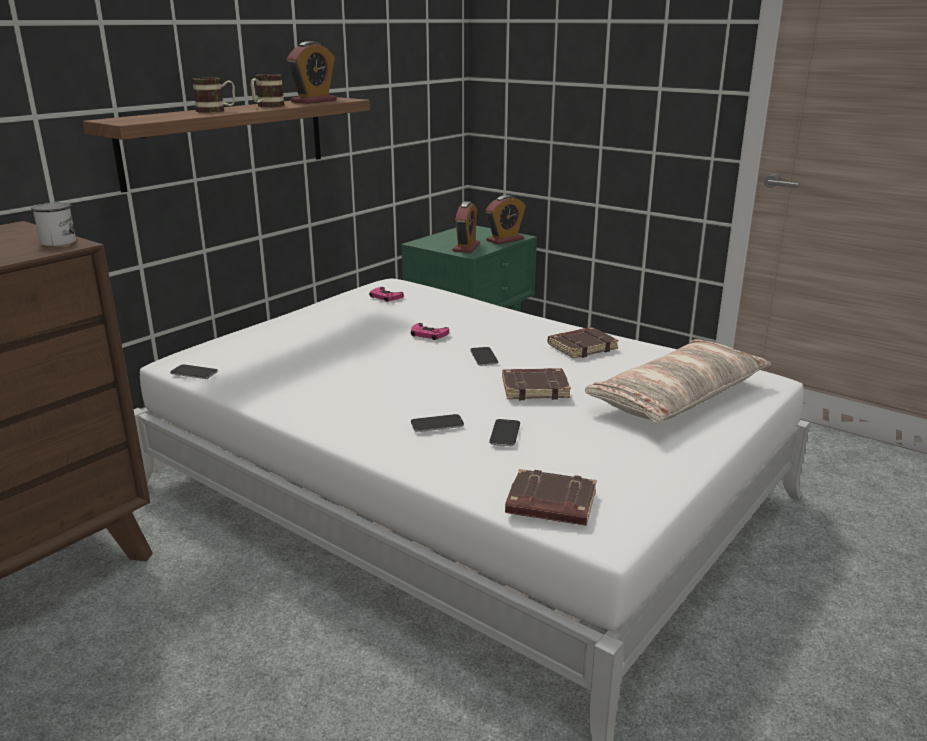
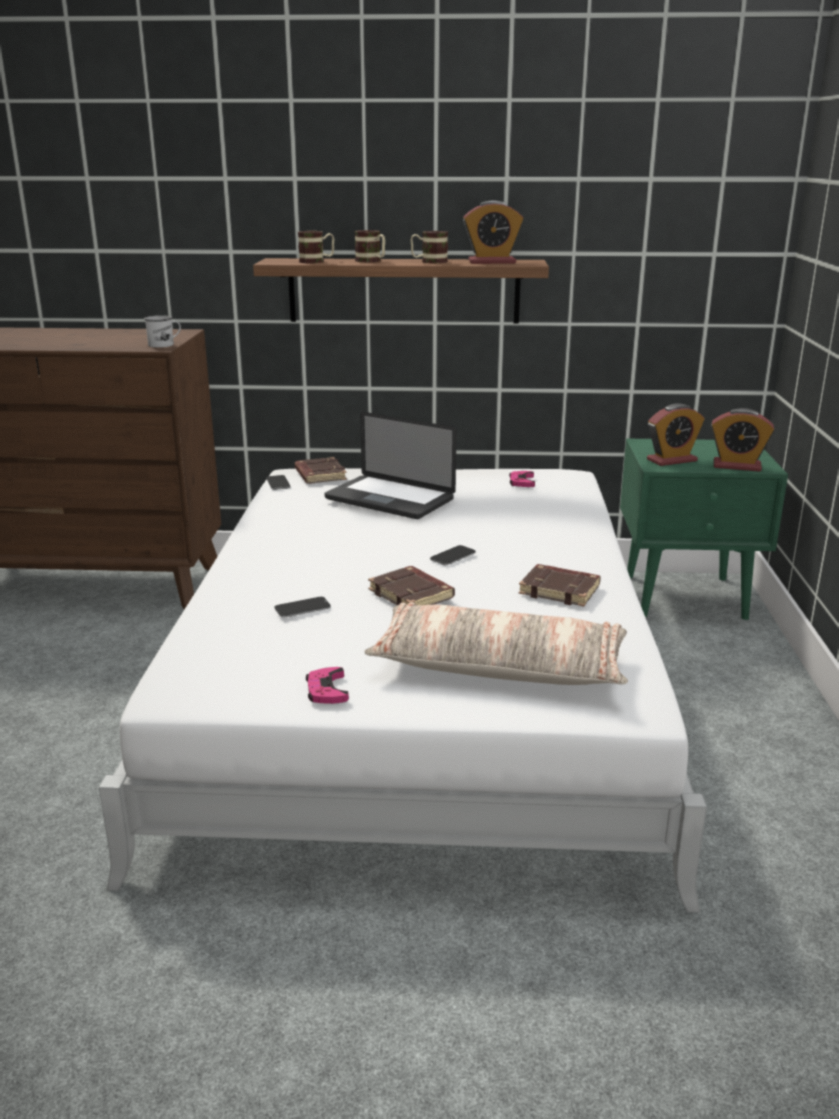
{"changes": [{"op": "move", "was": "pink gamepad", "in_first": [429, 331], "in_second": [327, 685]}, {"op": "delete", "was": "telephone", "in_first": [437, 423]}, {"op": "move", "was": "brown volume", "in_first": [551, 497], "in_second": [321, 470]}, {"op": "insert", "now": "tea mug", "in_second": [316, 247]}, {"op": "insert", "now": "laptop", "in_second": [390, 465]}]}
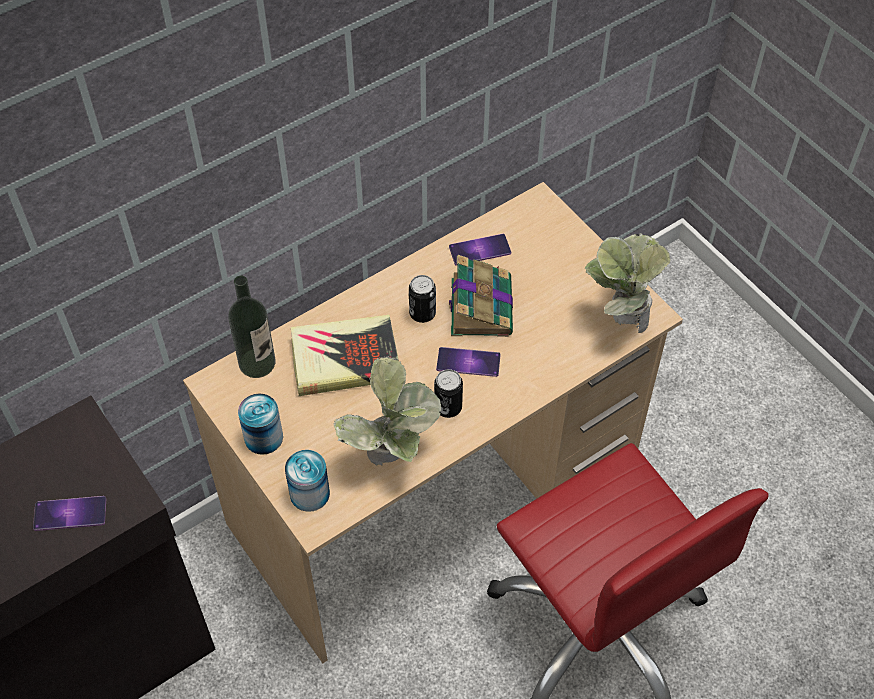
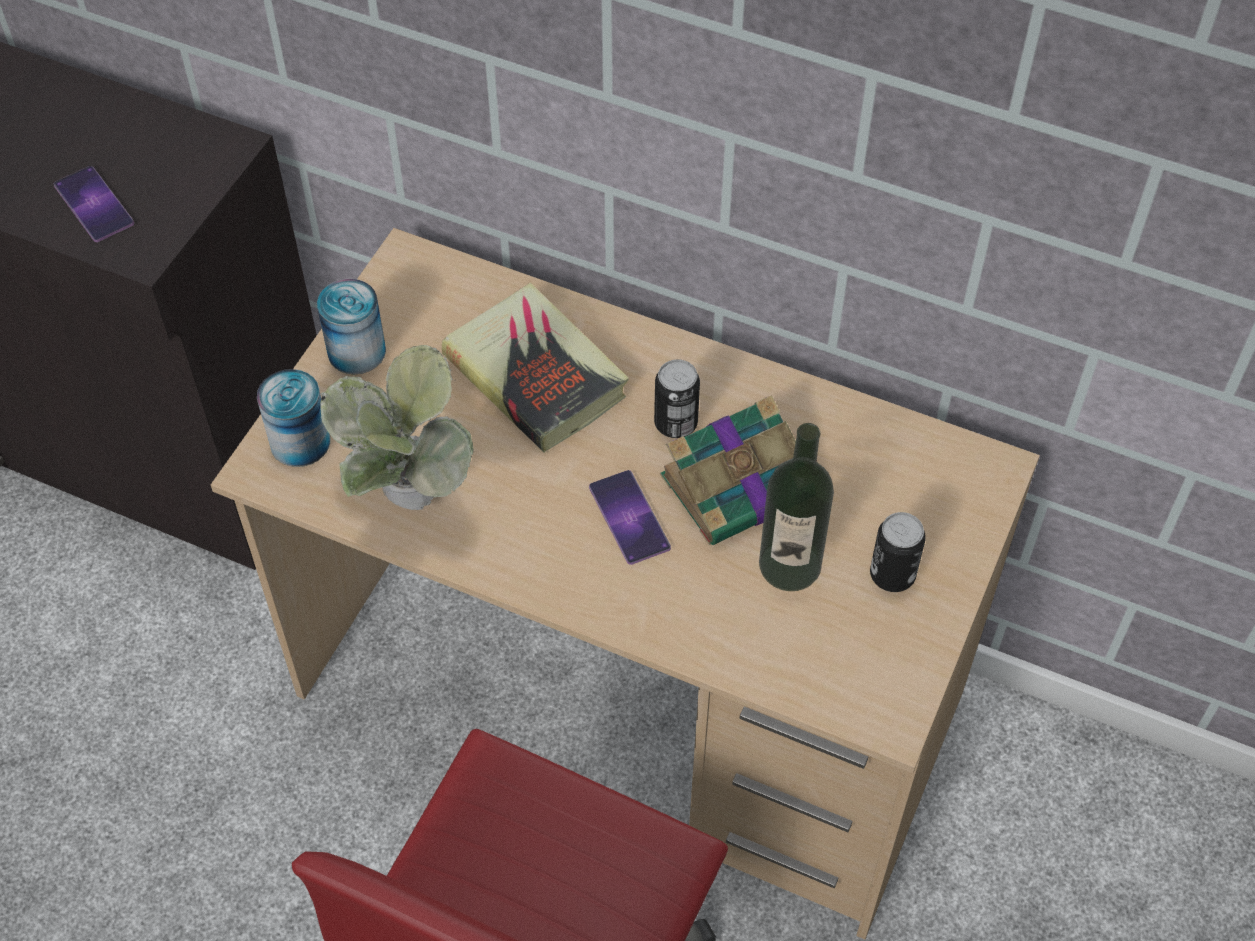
{"changes": [{"op": "delete", "was": "potted plant", "in_first": [628, 283]}, {"op": "delete", "was": "telephone", "in_first": [480, 249]}, {"op": "move", "was": "drink bottle", "in_first": [251, 327], "in_second": [796, 507]}, {"op": "move", "was": "metal can", "in_first": [448, 393], "in_second": [898, 552]}]}
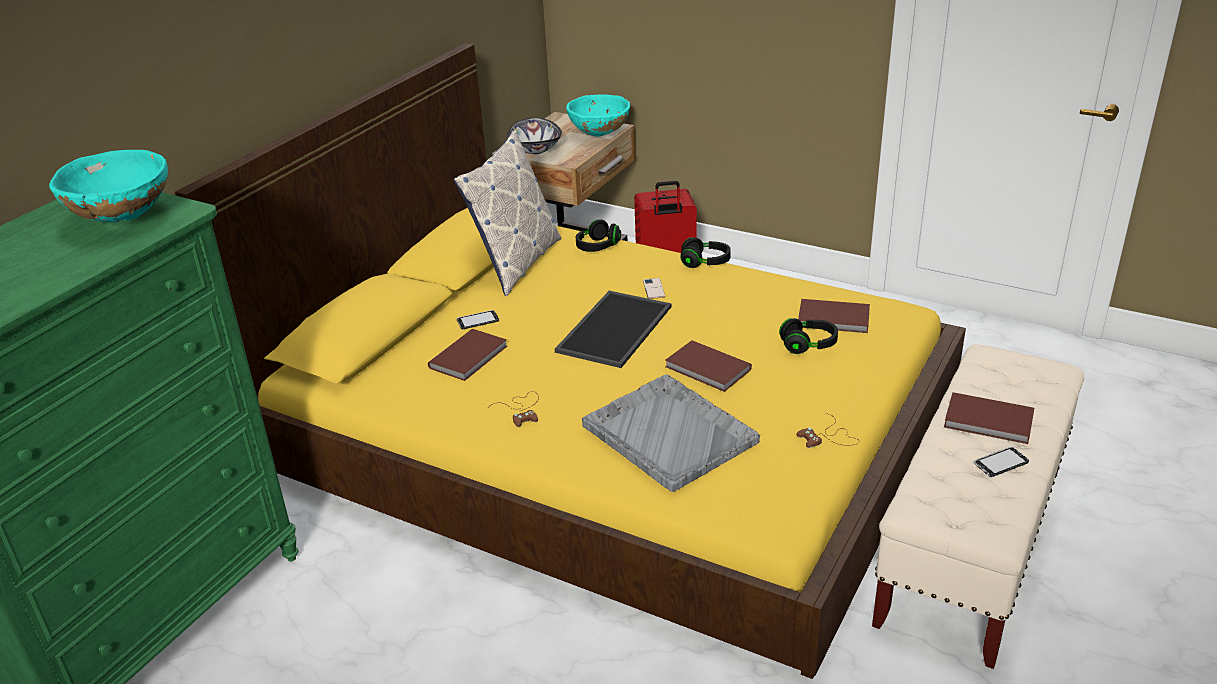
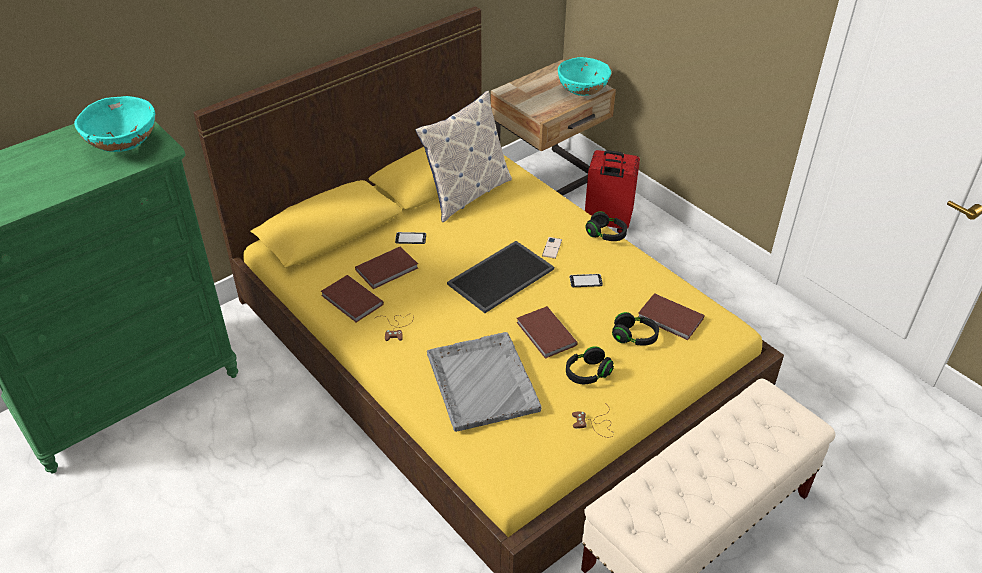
{"changes": [{"op": "delete", "was": "serving bowl", "in_first": [535, 135]}, {"op": "move", "was": "black-coloured headphones", "in_first": [598, 235], "in_second": [590, 365]}, {"op": "move", "was": "brown volume", "in_first": [989, 418], "in_second": [352, 298]}, {"op": "move", "was": "telephone", "in_first": [1001, 462], "in_second": [586, 280]}]}
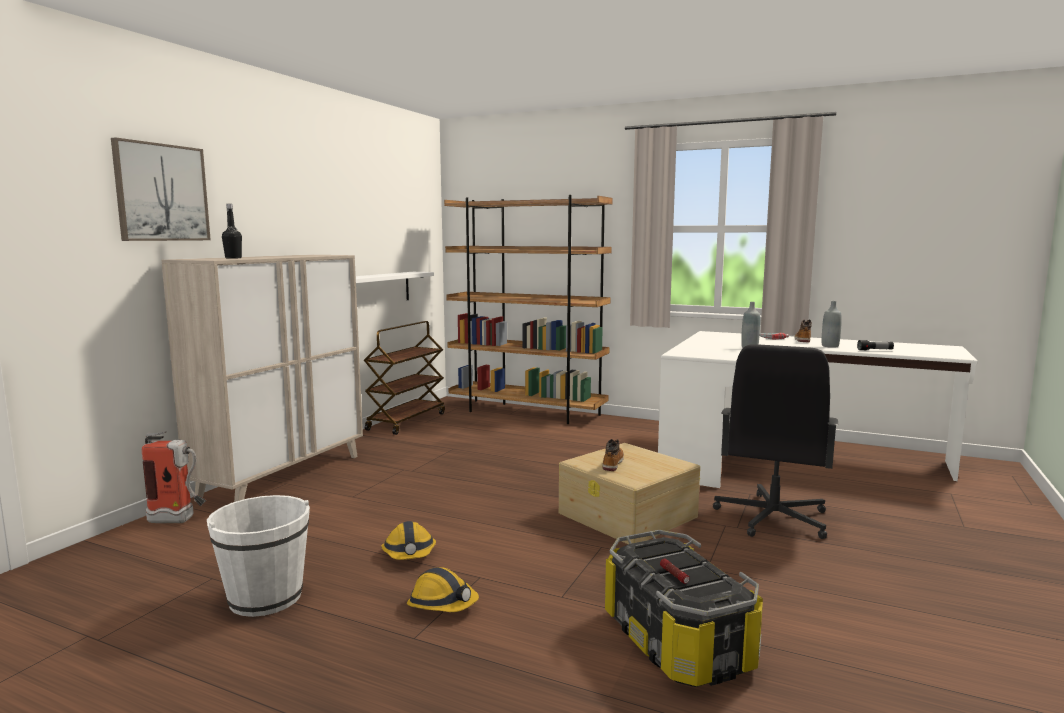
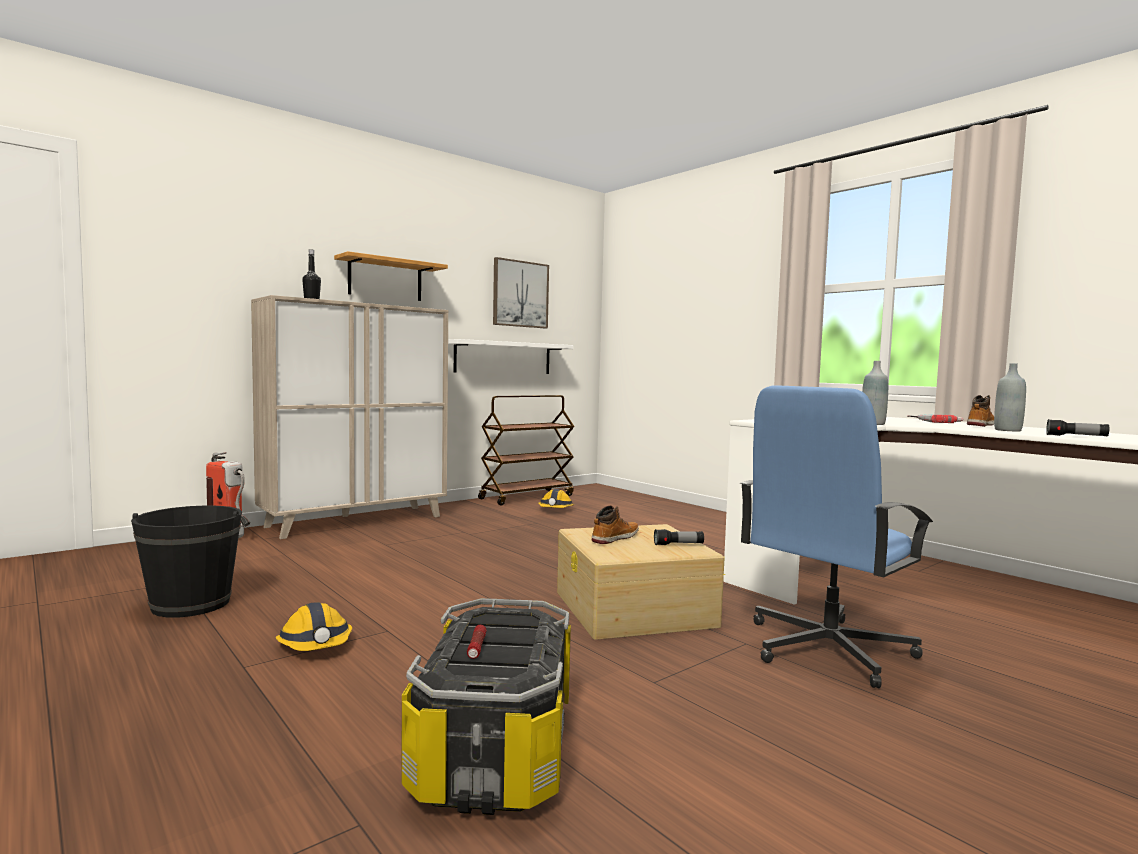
{"changes": [{"op": "move", "was": "picture", "in_first": [161, 189], "in_second": [521, 292]}, {"op": "delete", "was": "brown bookcase", "in_first": [528, 309]}, {"op": "recolor", "was": "black-coloured office chair", "now": "blue office chair", "in_first": [775, 441], "in_second": [836, 537]}, {"op": "recolor", "was": "whitish pail", "now": "black-coloured pail", "in_first": [258, 556], "in_second": [186, 561]}, {"op": "move", "was": "hard hat", "in_first": [408, 540], "in_second": [556, 498]}, {"op": "insert", "now": "bracket shelf", "in_second": [391, 276]}, {"op": "insert", "now": "hand torch", "in_second": [679, 537]}]}
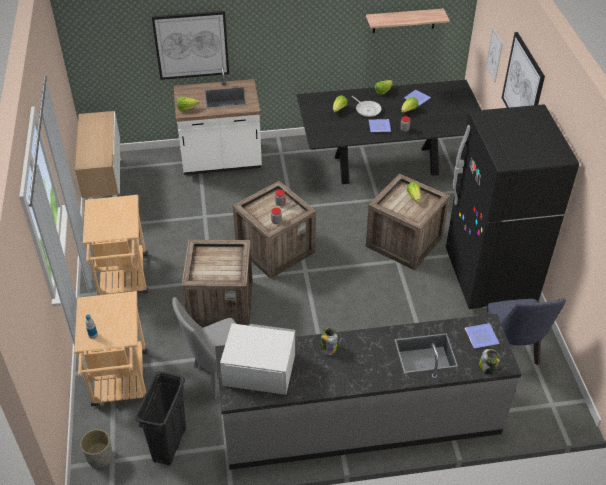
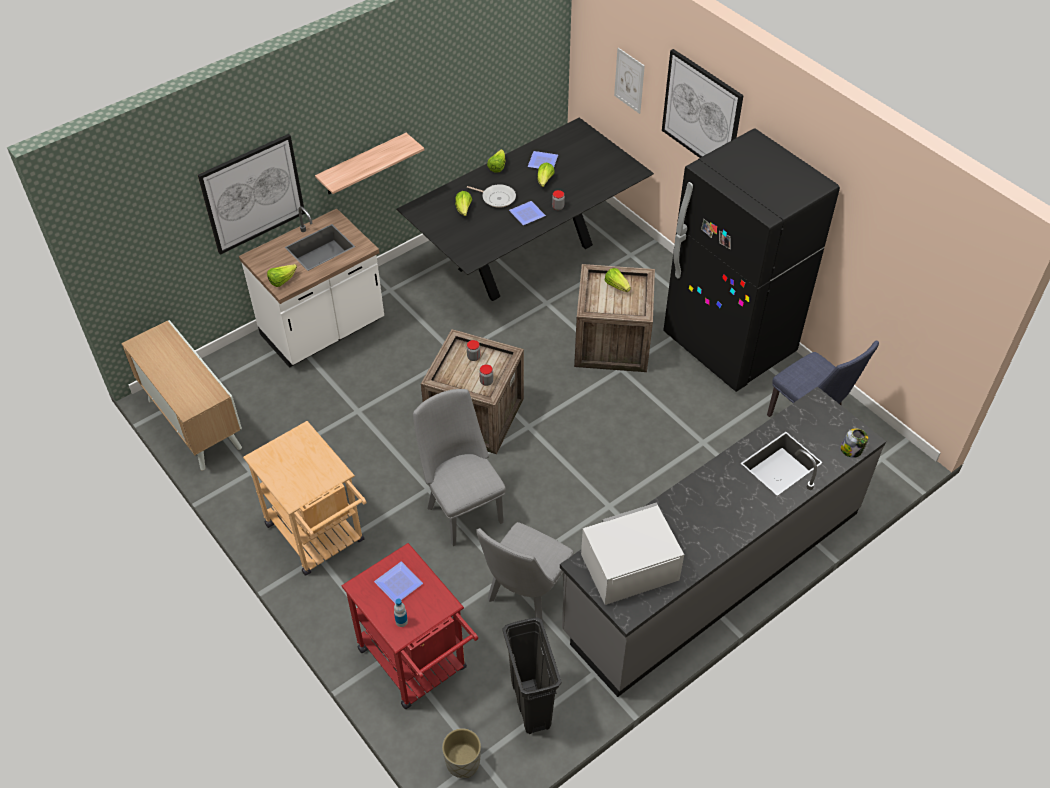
{"changes": [{"op": "move", "was": "bracket shelf", "in_first": [408, 21], "in_second": [369, 163]}, {"op": "replace", "was": "crate", "now": "greyish plain chair", "in_first": [217, 283], "in_second": [459, 467]}, {"op": "recolor", "was": "sand-coloured cart", "now": "reddish cart", "in_first": [110, 348], "in_second": [409, 626]}, {"op": "move", "was": "dinner plate", "in_first": [482, 335], "in_second": [398, 582]}, {"op": "delete", "was": "storage jar", "in_first": [329, 341]}]}
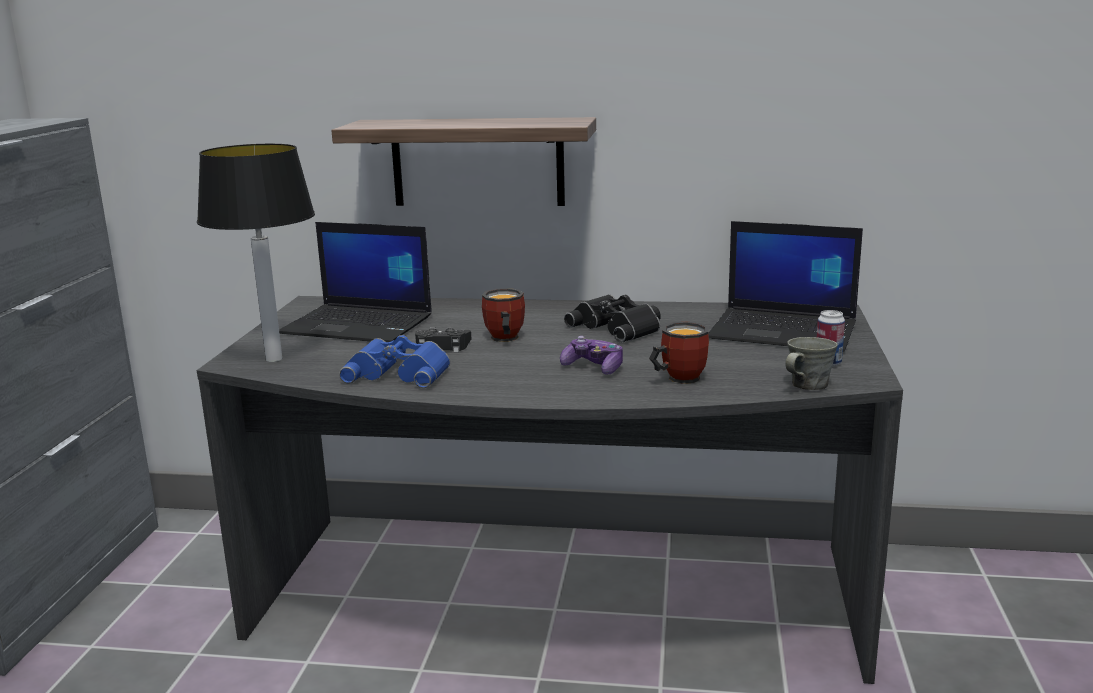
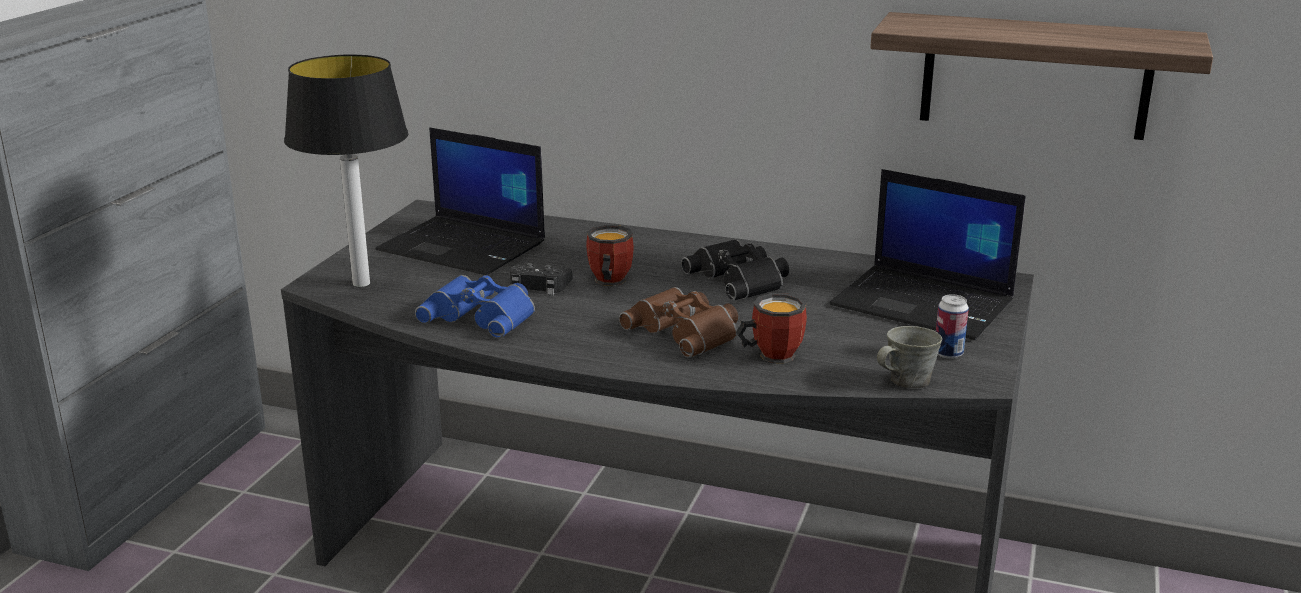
{"changes": [{"op": "move", "was": "bracket shelf", "in_first": [463, 161], "in_second": [1041, 76]}, {"op": "replace", "was": "gamepad", "now": "brown field glasses", "in_first": [591, 355], "in_second": [678, 322]}]}
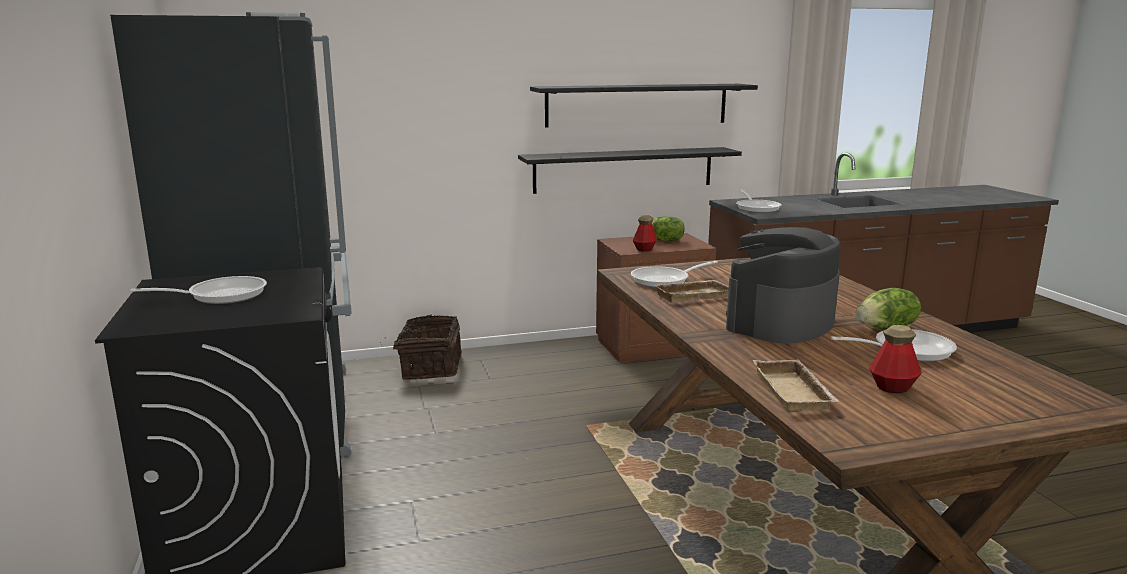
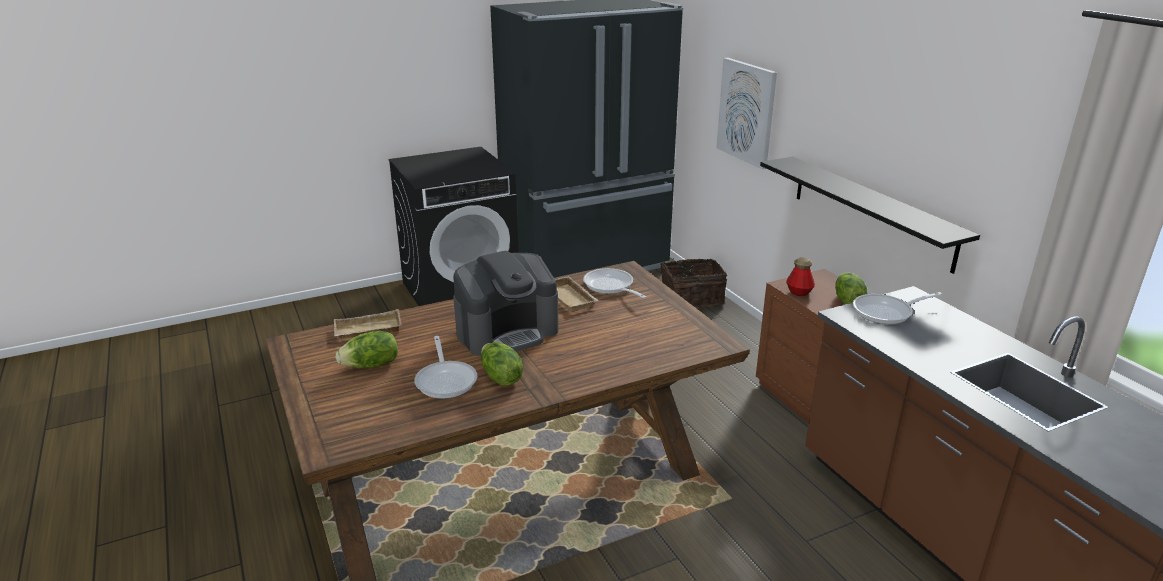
{"changes": [{"op": "delete", "was": "black-coloured bracket shelf", "in_first": [644, 106]}, {"op": "rotate", "was": "coffee machine", "in_first": [783, 285], "in_second": [506, 303], "clockwise": 120}, {"op": "delete", "was": "skillet", "in_first": [198, 290]}, {"op": "replace", "was": "drink bottle", "now": "head of lettuce", "in_first": [895, 359], "in_second": [367, 349]}, {"op": "insert", "now": "picture", "in_second": [746, 113]}]}
